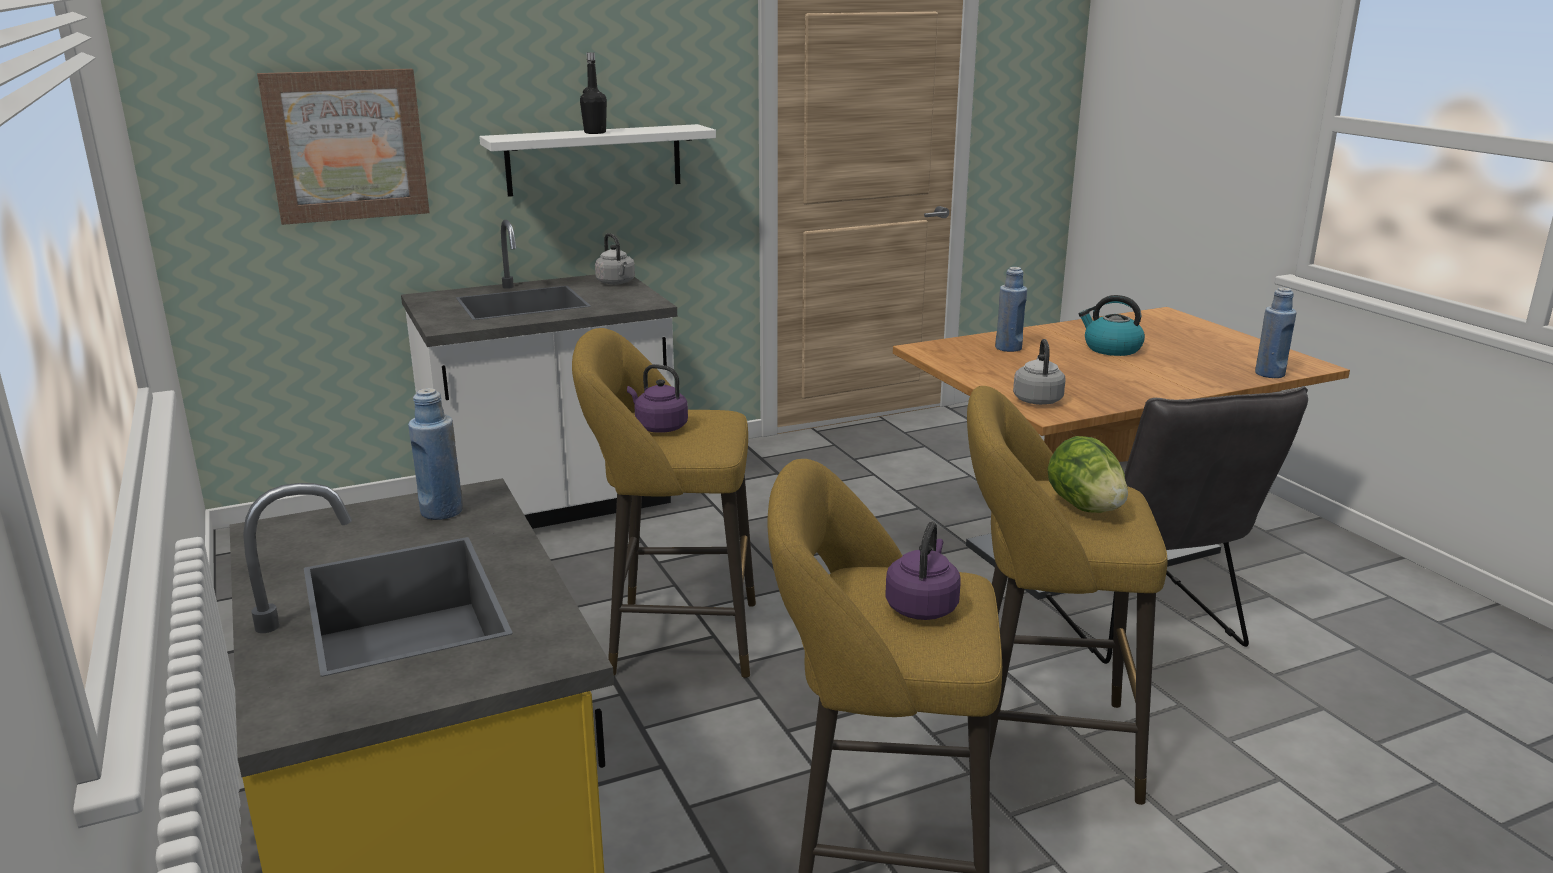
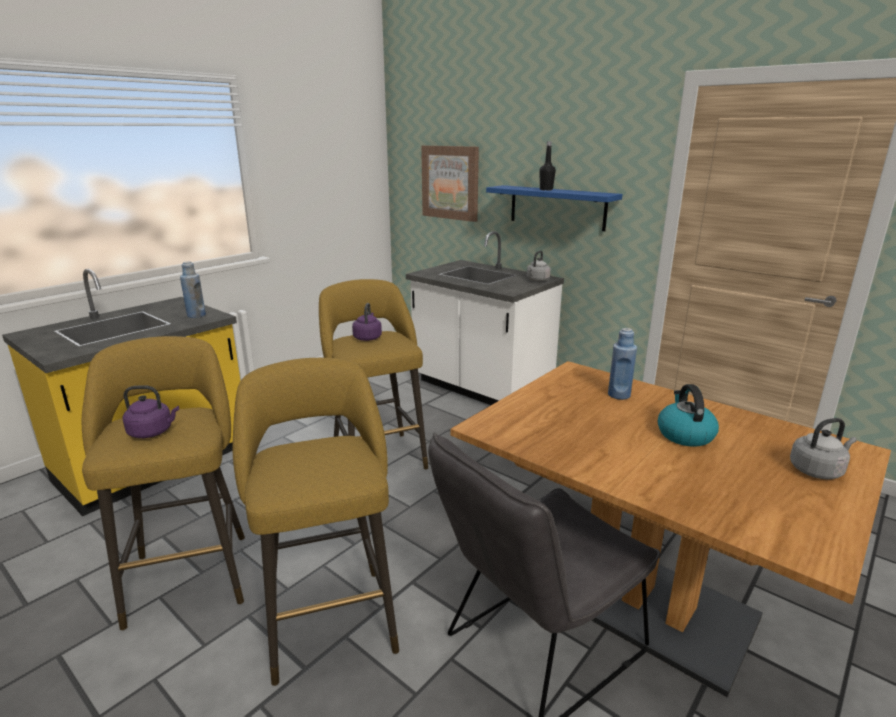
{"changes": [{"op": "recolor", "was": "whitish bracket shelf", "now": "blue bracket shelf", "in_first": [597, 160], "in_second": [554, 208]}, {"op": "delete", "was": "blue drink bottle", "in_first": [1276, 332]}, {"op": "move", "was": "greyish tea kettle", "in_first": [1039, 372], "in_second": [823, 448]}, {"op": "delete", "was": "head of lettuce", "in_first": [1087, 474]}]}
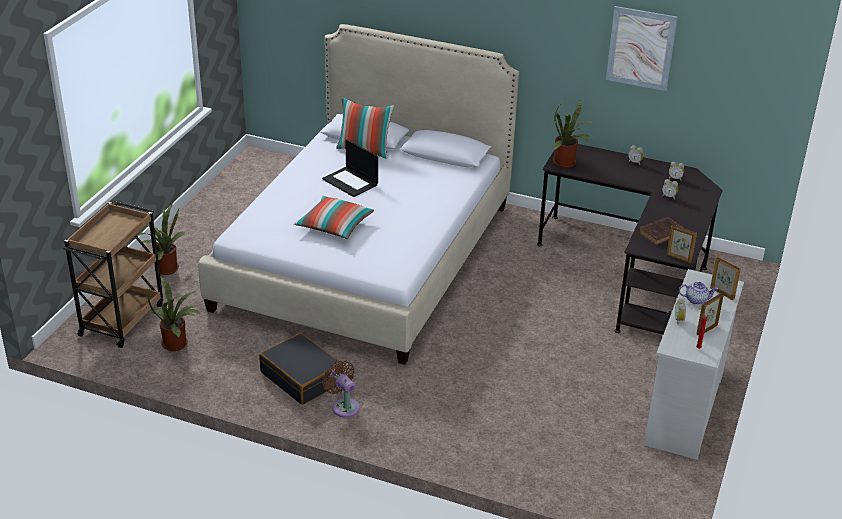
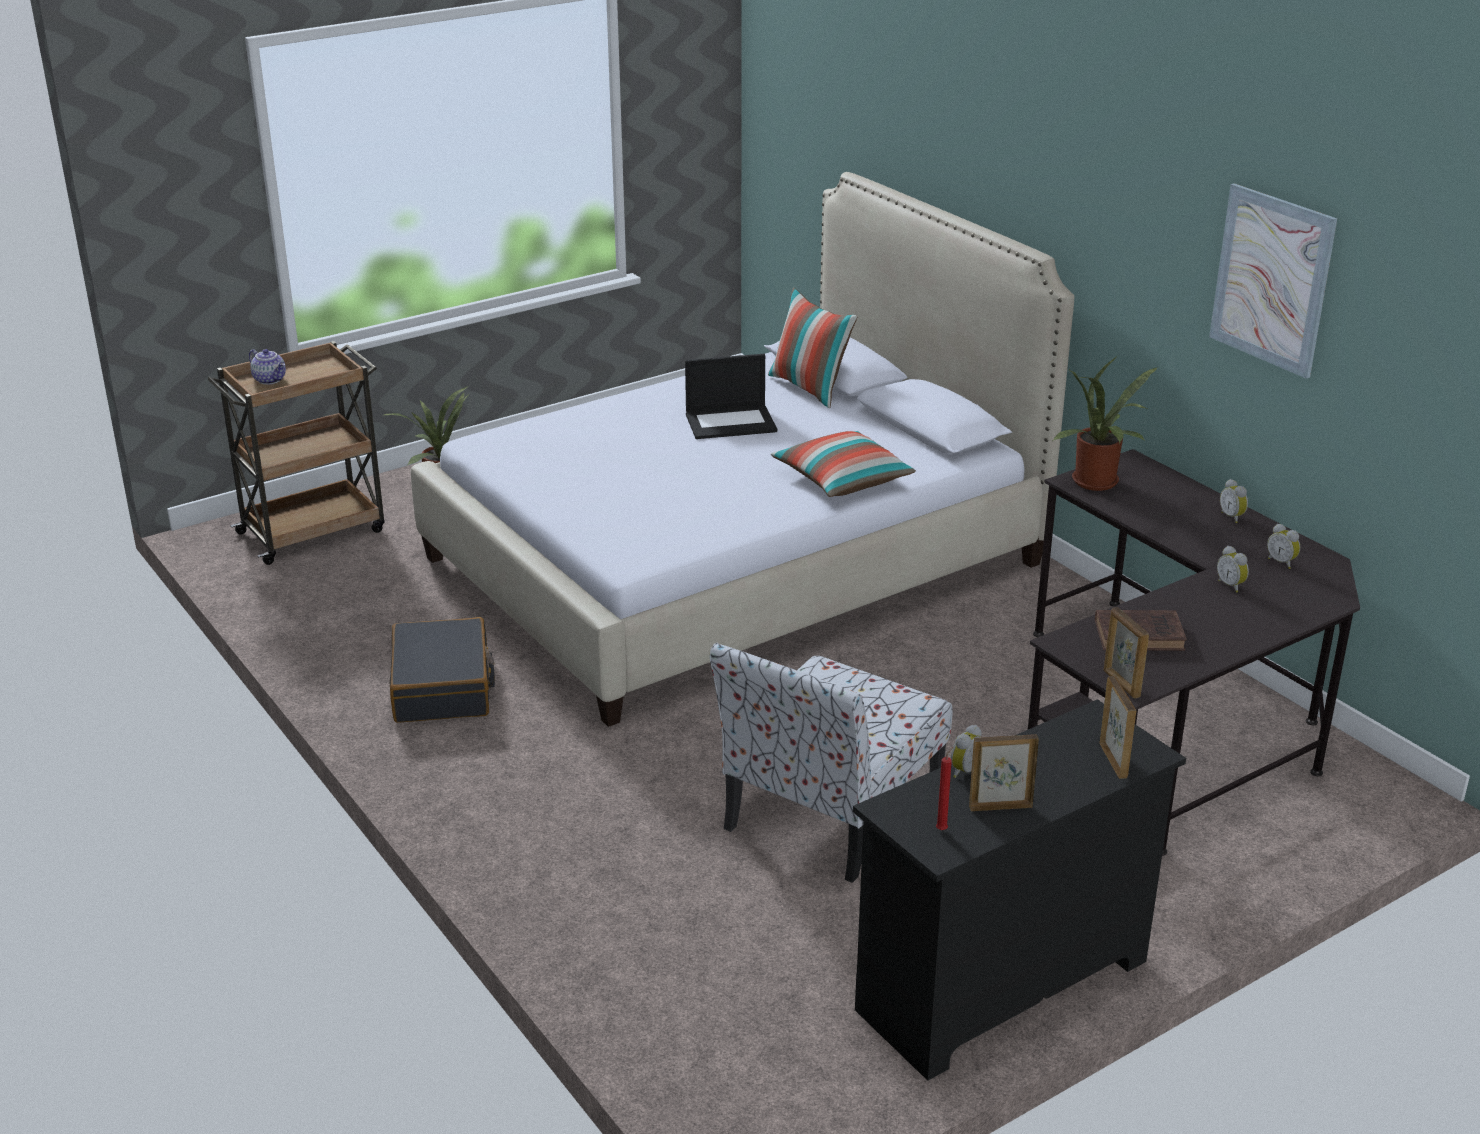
{"changes": [{"op": "rotate", "was": "laptop", "in_first": [350, 168], "in_second": [731, 396], "clockwise": -90}, {"op": "move", "was": "throw pillow", "in_first": [334, 217], "in_second": [843, 464]}, {"op": "recolor", "was": "whitish chest of drawers", "now": "black-coloured chest of drawers", "in_first": [694, 364], "in_second": [1019, 890]}, {"op": "delete", "was": "potted plant", "in_first": [174, 313]}, {"op": "move", "was": "tea pot", "in_first": [698, 293], "in_second": [267, 367]}, {"op": "delete", "was": "brown fan", "in_first": [341, 389]}, {"op": "insert", "now": "plain chair", "in_second": [831, 763]}]}
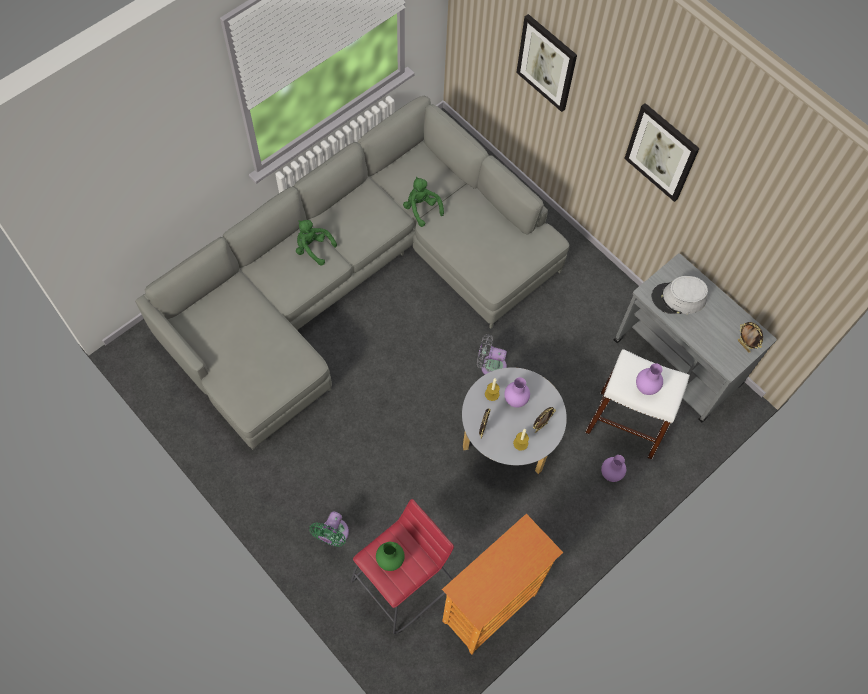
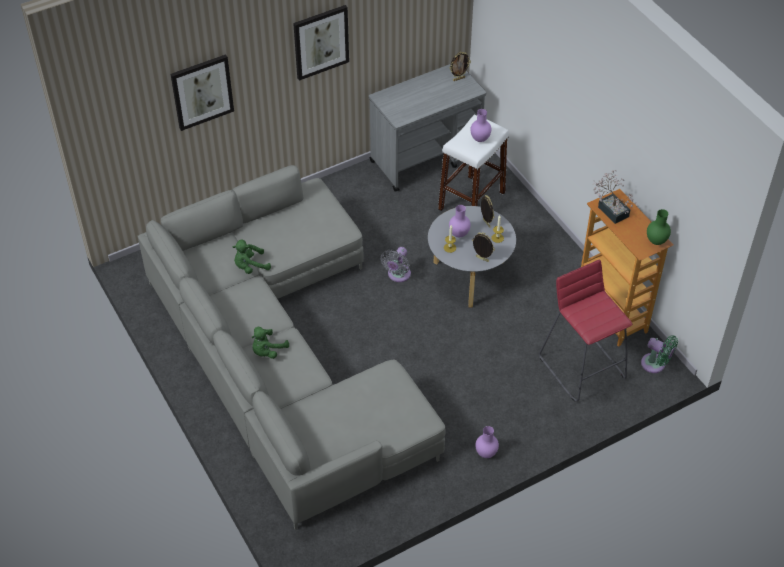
{"changes": [{"op": "delete", "was": "greyish clothing hat", "in_first": [680, 295]}, {"op": "move", "was": "purple-coloured flower vase", "in_first": [613, 468], "in_second": [487, 442]}, {"op": "move", "was": "greenish fan", "in_first": [329, 529], "in_second": [659, 354]}, {"op": "move", "was": "greenish flower vase", "in_first": [390, 556], "in_second": [659, 227]}, {"op": "insert", "now": "potted plant", "in_second": [615, 197]}]}
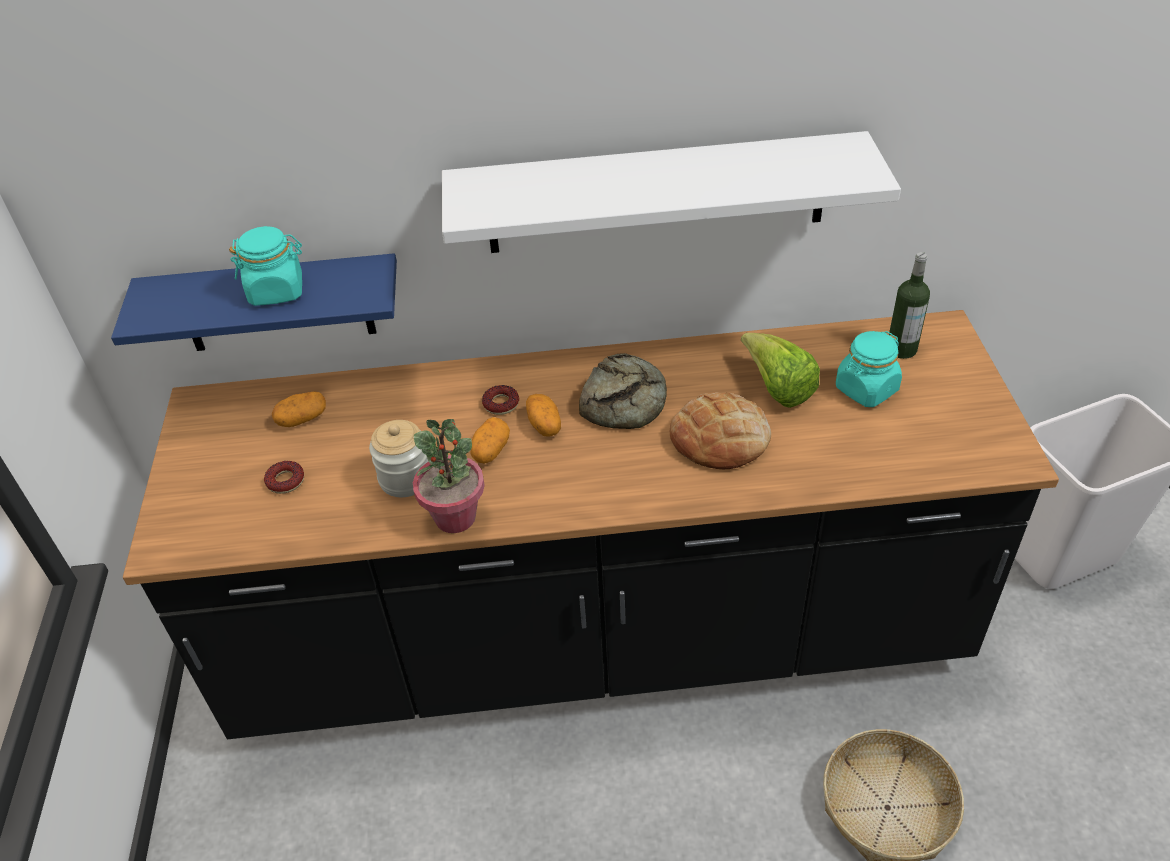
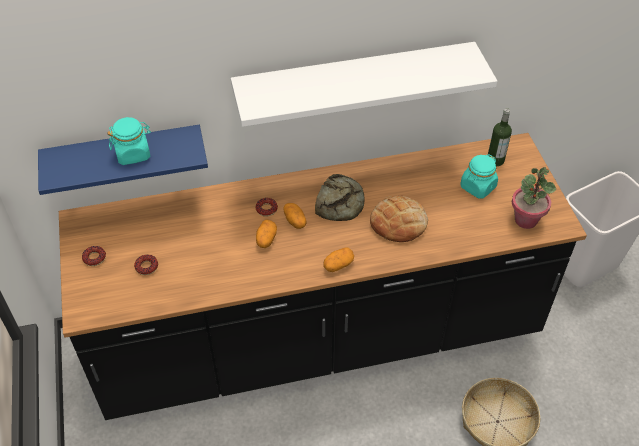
{"changes": [{"op": "delete", "was": "head of lettuce", "in_first": [780, 370]}, {"op": "move", "was": "potato", "in_first": [299, 409], "in_second": [338, 259]}, {"op": "move", "was": "potted plant", "in_first": [449, 476], "in_second": [534, 198]}, {"op": "delete", "was": "storage jar", "in_first": [399, 458]}, {"op": "insert", "now": "ring doughnut", "in_second": [94, 256]}]}
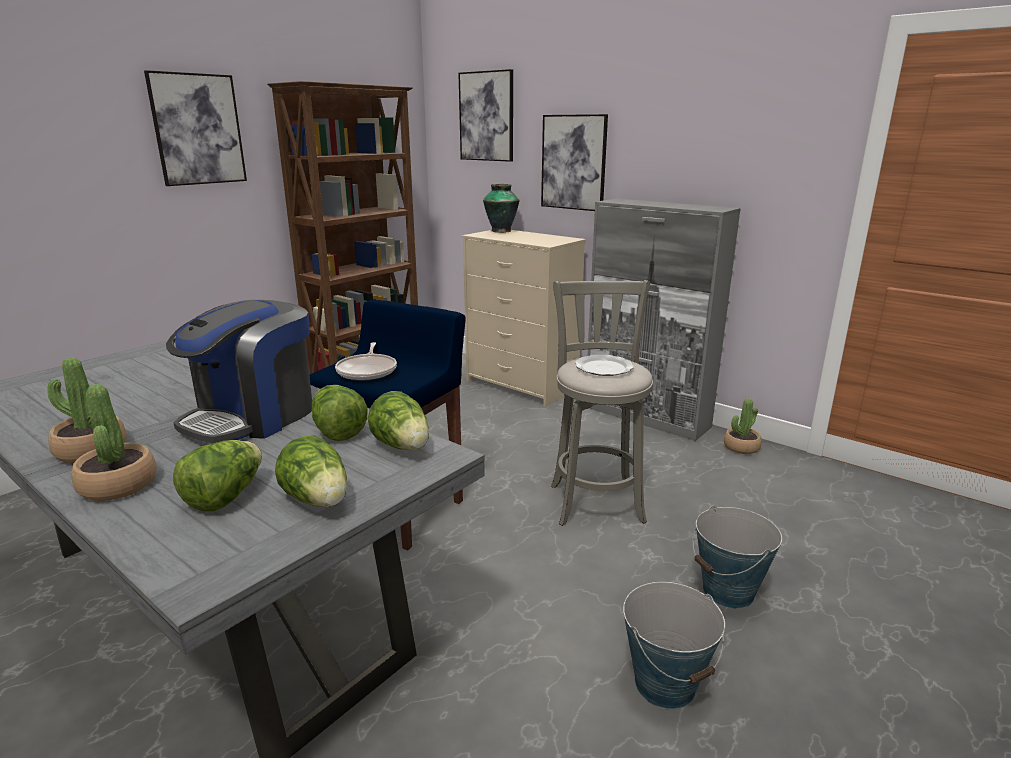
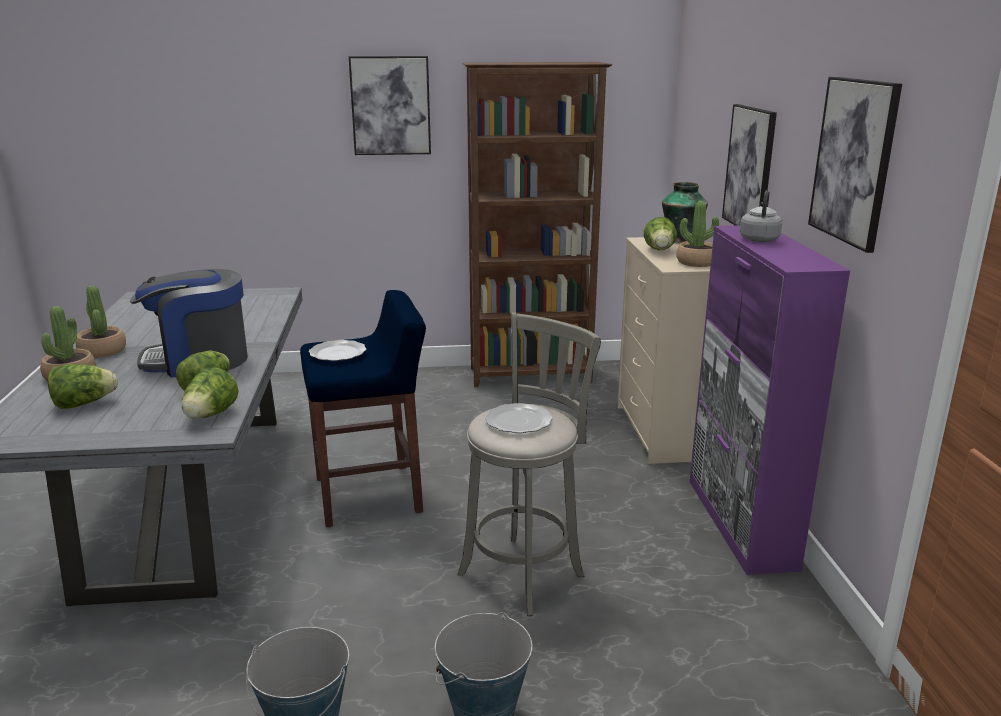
{"changes": [{"op": "move", "was": "picture", "in_first": [485, 115], "in_second": [855, 165]}, {"op": "recolor", "was": "greyish storage cabinet", "now": "purple-coloured storage cabinet", "in_first": [664, 319], "in_second": [770, 400]}, {"op": "replace", "was": "skillet", "now": "dinner plate", "in_first": [366, 361], "in_second": [338, 350]}, {"op": "move", "was": "potted plant", "in_first": [743, 426], "in_second": [697, 234]}, {"op": "move", "was": "head of lettuce", "in_first": [311, 471], "in_second": [660, 233]}, {"op": "insert", "now": "greyish tea kettle", "in_second": [761, 216]}]}
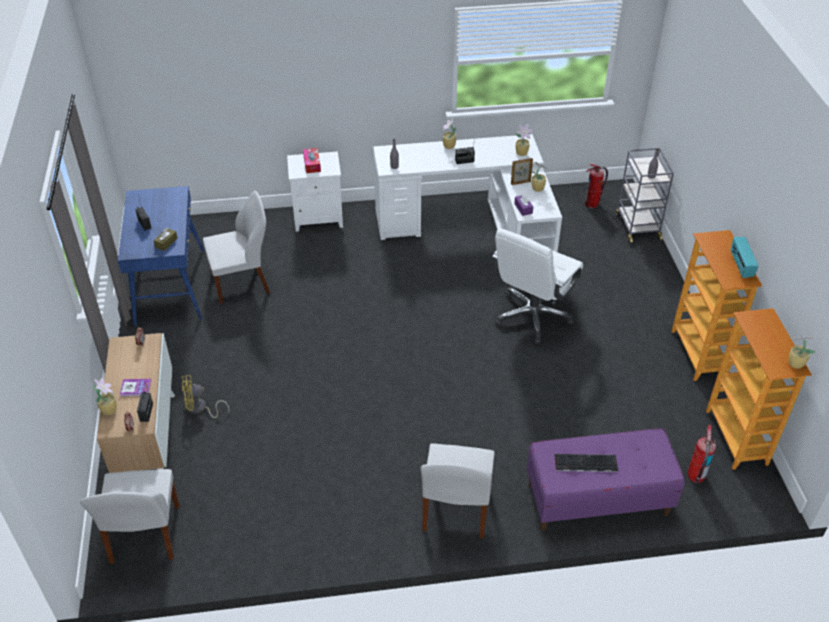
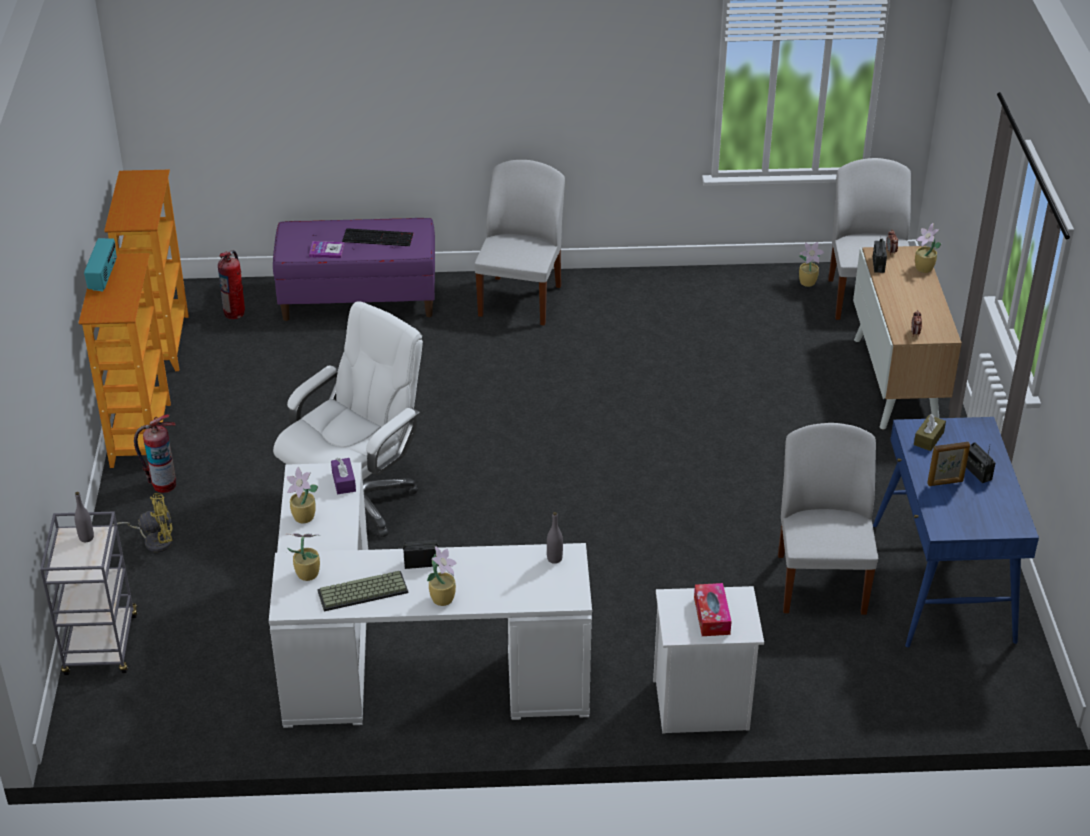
{"changes": [{"op": "move", "was": "photo frame", "in_first": [522, 171], "in_second": [948, 464]}, {"op": "move", "was": "fire-fighting cylinder", "in_first": [596, 186], "in_second": [155, 453]}, {"op": "rotate", "was": "whitish plain chair", "in_first": [236, 247], "in_second": [828, 519], "clockwise": 105}, {"op": "move", "was": "potted plant", "in_first": [802, 353], "in_second": [812, 264]}, {"op": "move", "was": "yellowish fan", "in_first": [206, 396], "in_second": [143, 522]}, {"op": "move", "was": "volume", "in_first": [135, 388], "in_second": [326, 249]}, {"op": "insert", "now": "computer keyboard", "in_second": [362, 591]}]}
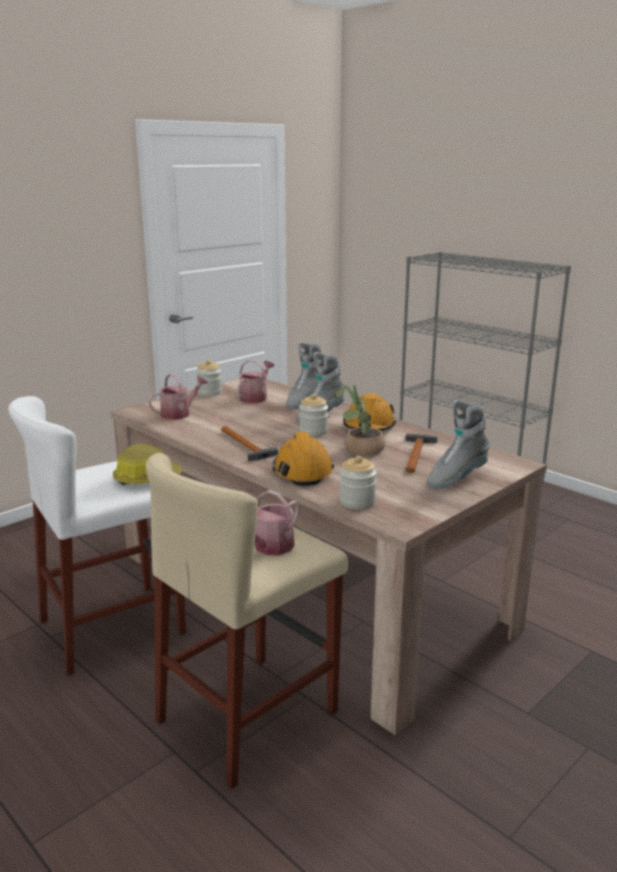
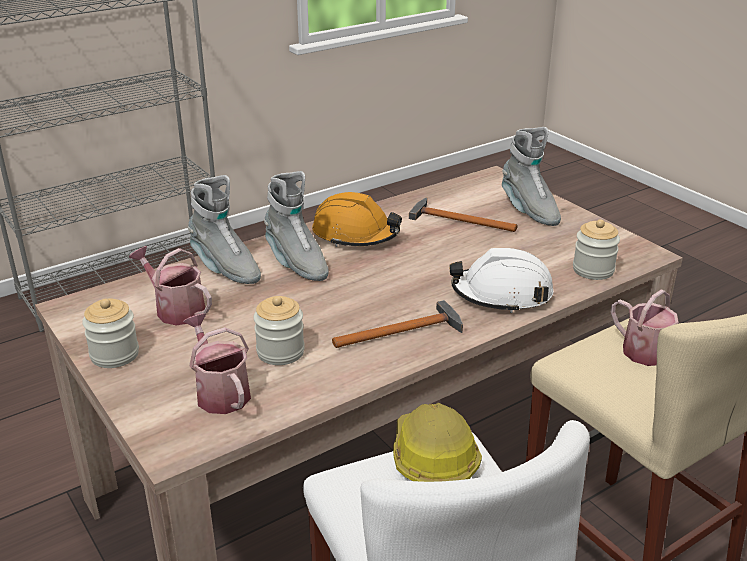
{"changes": [{"op": "delete", "was": "potted plant", "in_first": [360, 420]}, {"op": "move", "was": "storage jar", "in_first": [313, 415], "in_second": [279, 330]}, {"op": "recolor", "was": "orange-coloured hard hat", "now": "whitish hard hat", "in_first": [303, 459], "in_second": [501, 280]}]}
